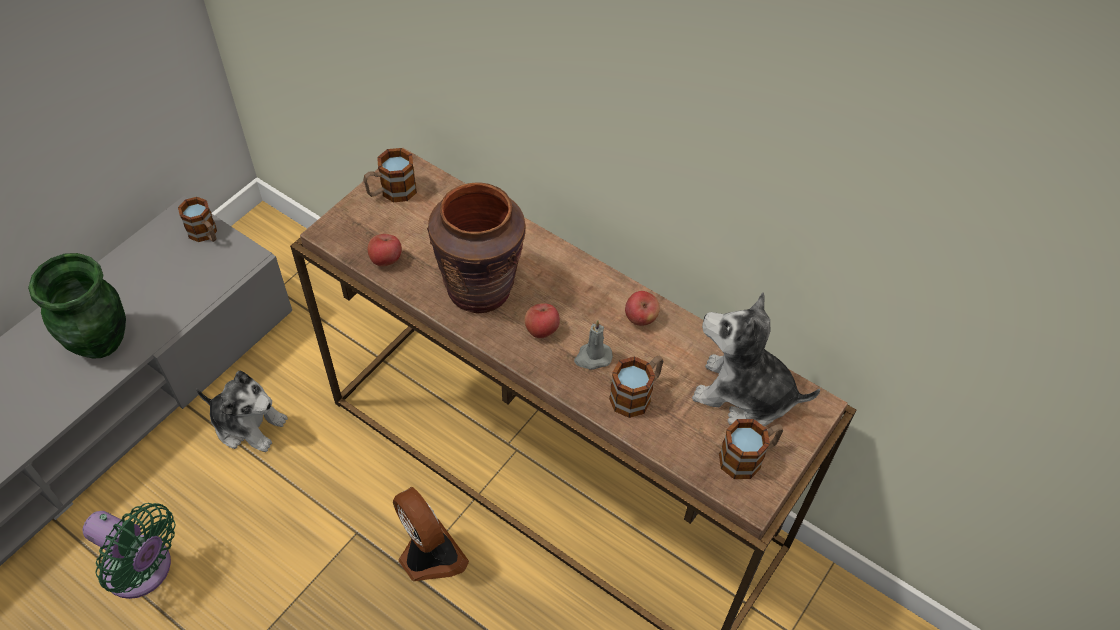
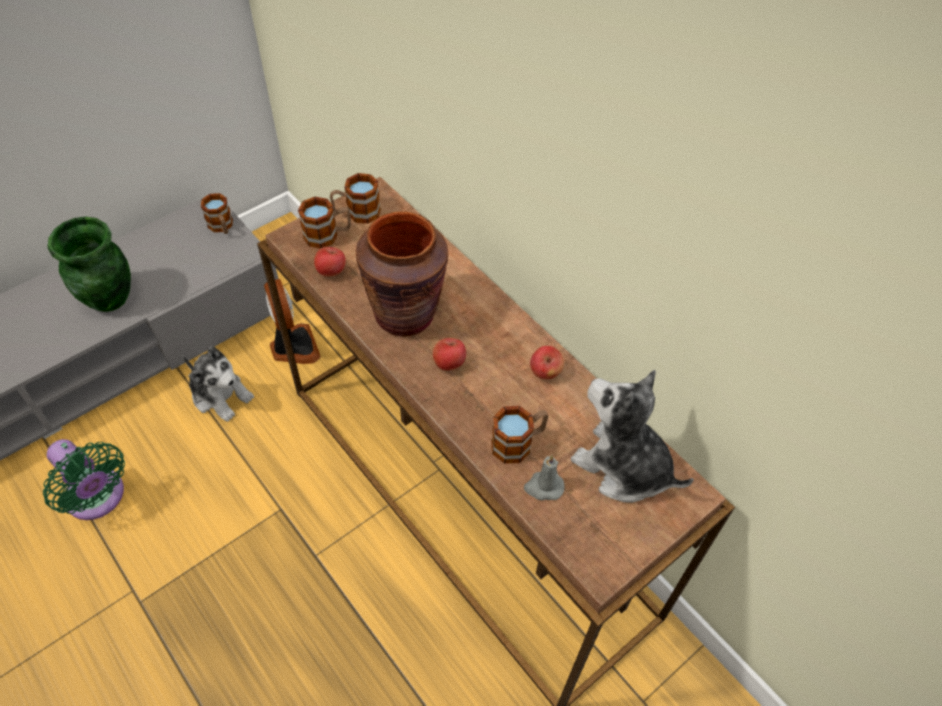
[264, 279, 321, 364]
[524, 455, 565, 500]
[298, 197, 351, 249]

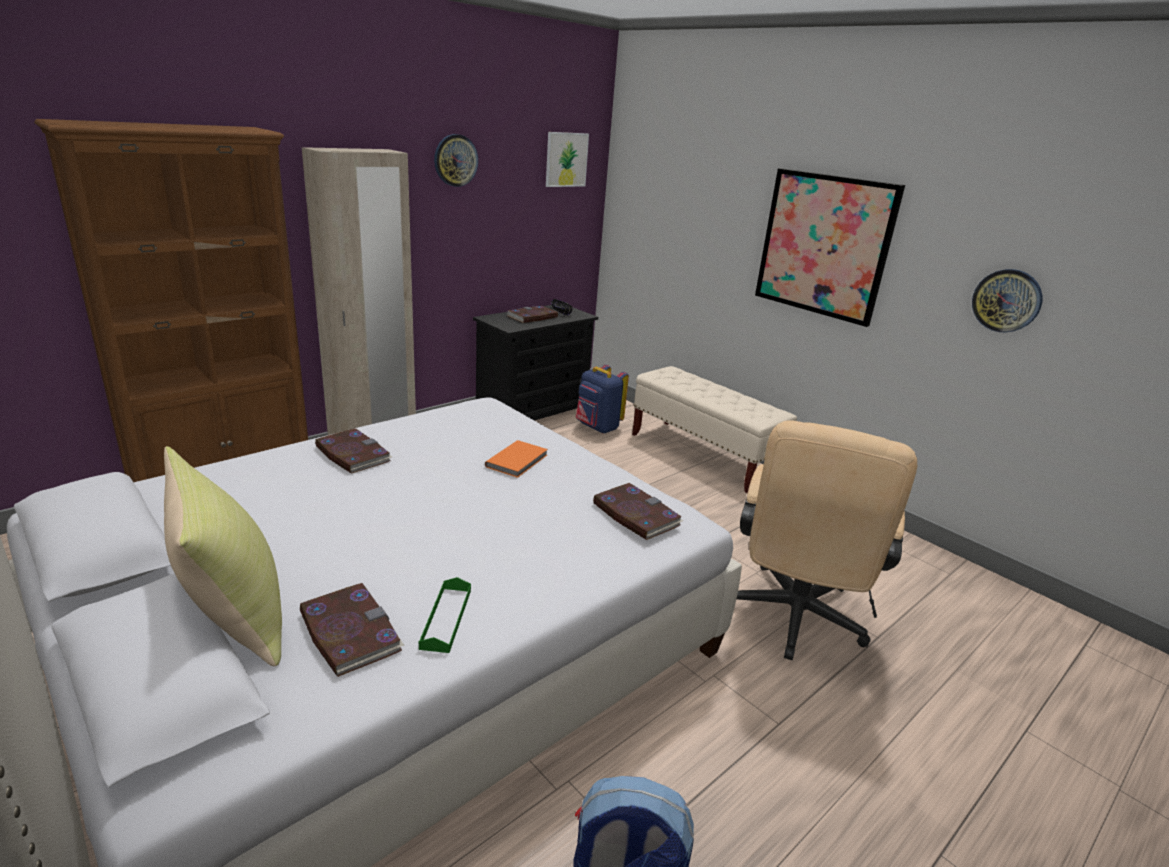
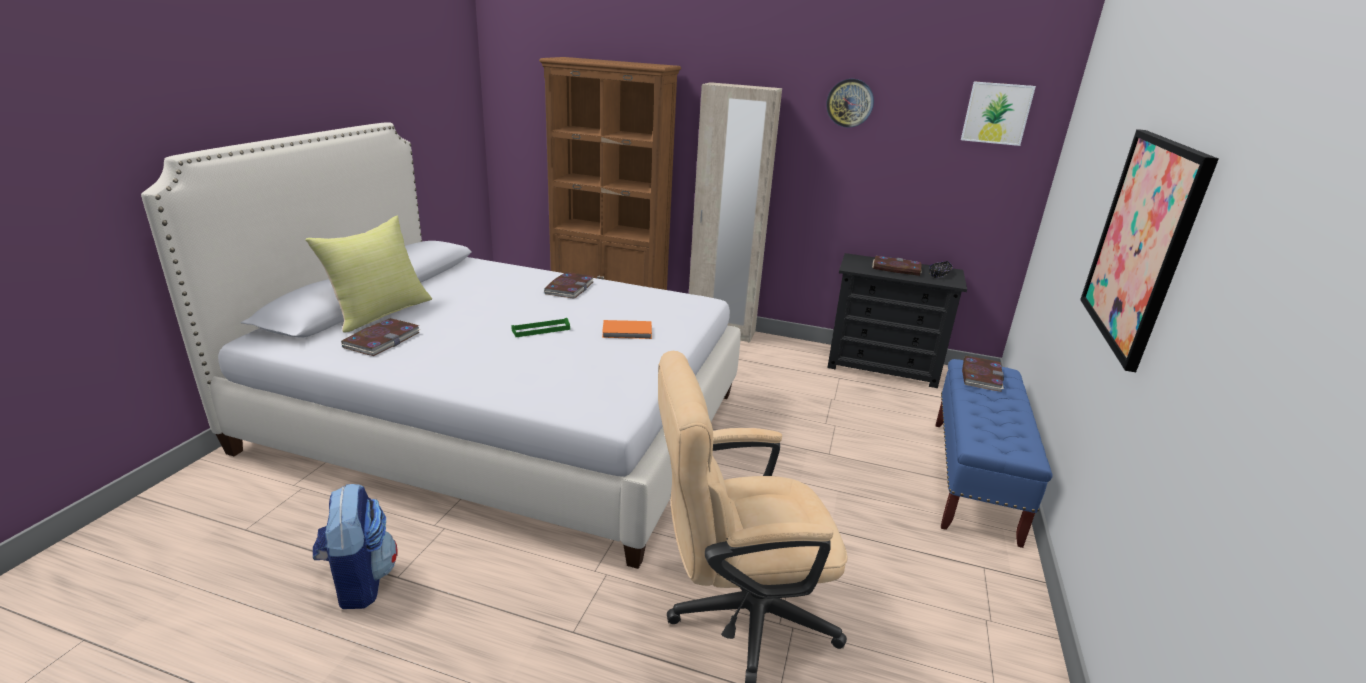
[576, 365, 629, 433] (first image)
[972, 269, 1042, 332] (first image)
[511, 318, 570, 337]
[962, 356, 1004, 392]
[936, 359, 1053, 548]

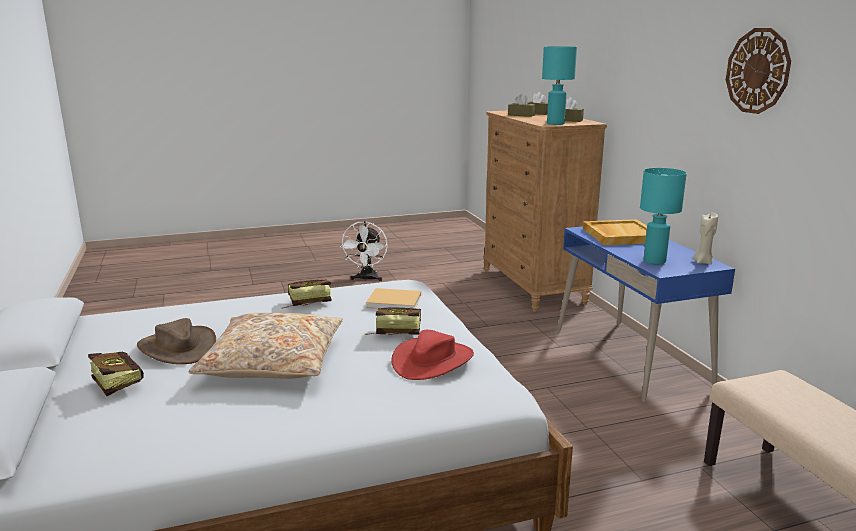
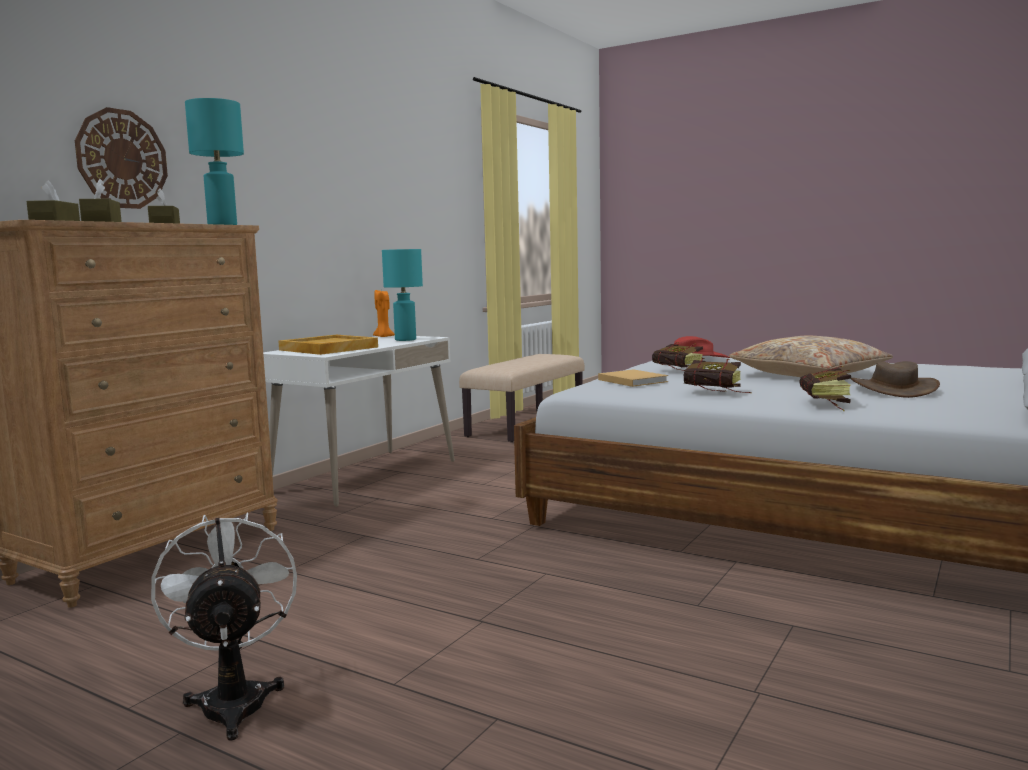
[799, 366, 851, 411]
[75, 107, 168, 209]
[263, 335, 455, 507]
[373, 289, 395, 337]
[151, 512, 297, 741]

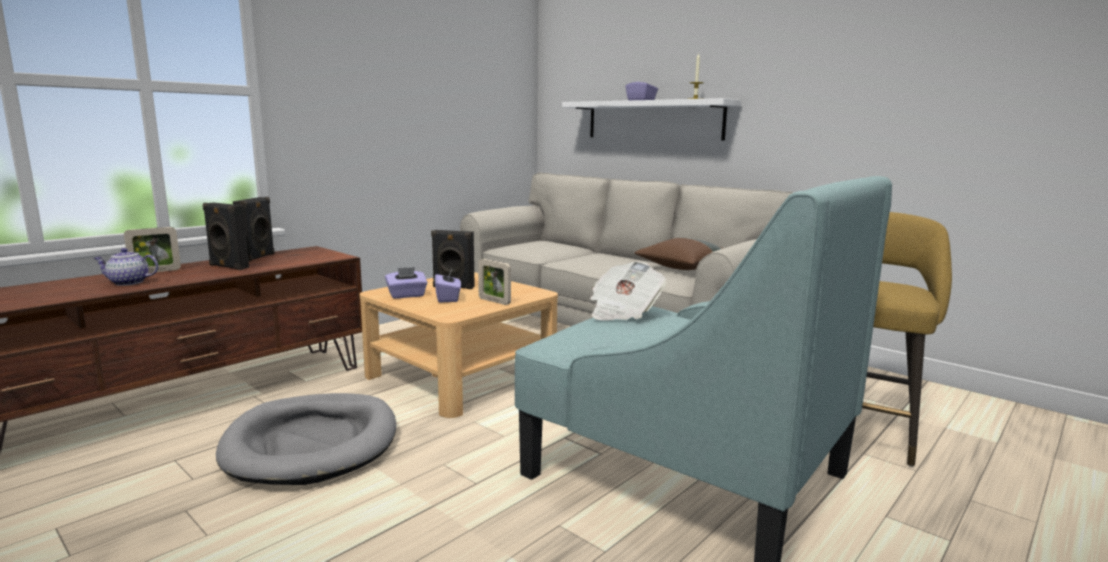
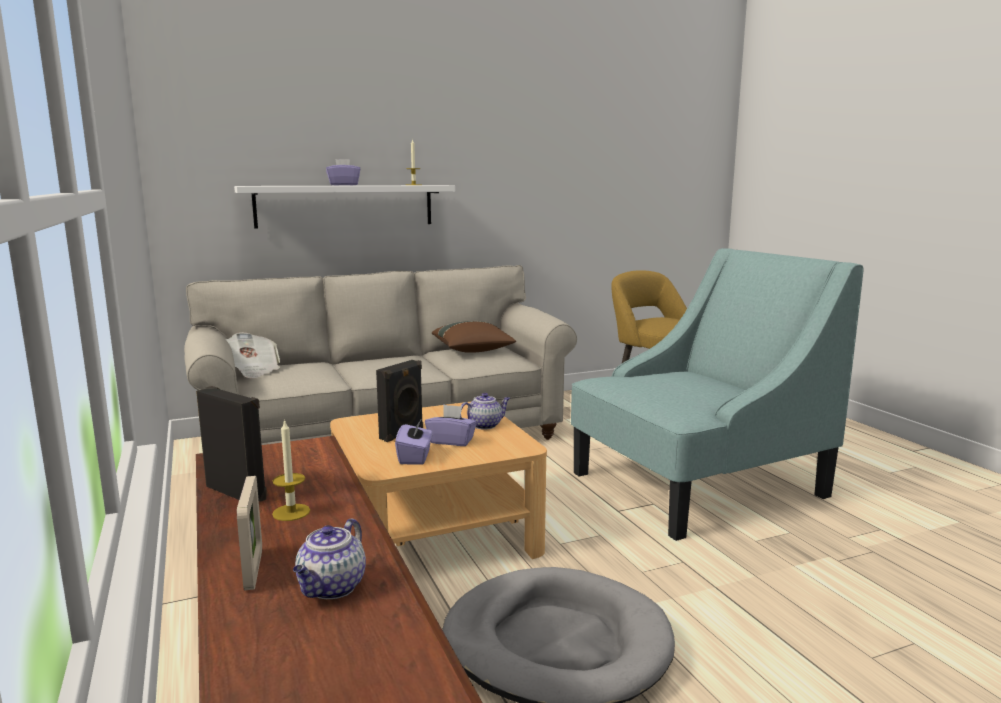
[226, 332, 280, 378]
[272, 419, 310, 521]
[460, 393, 510, 430]

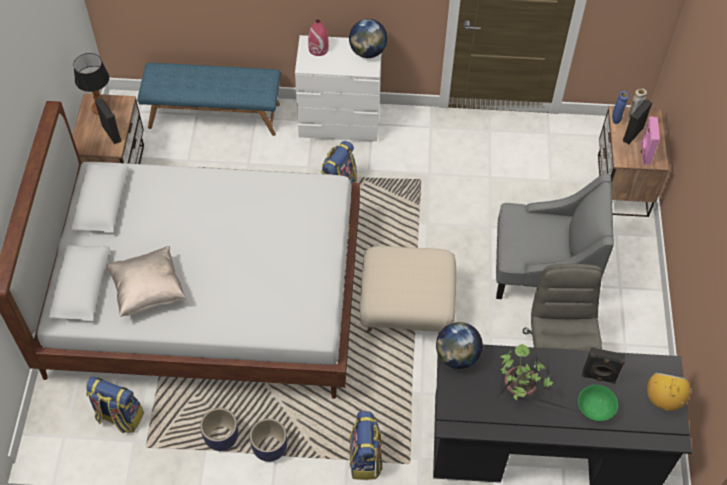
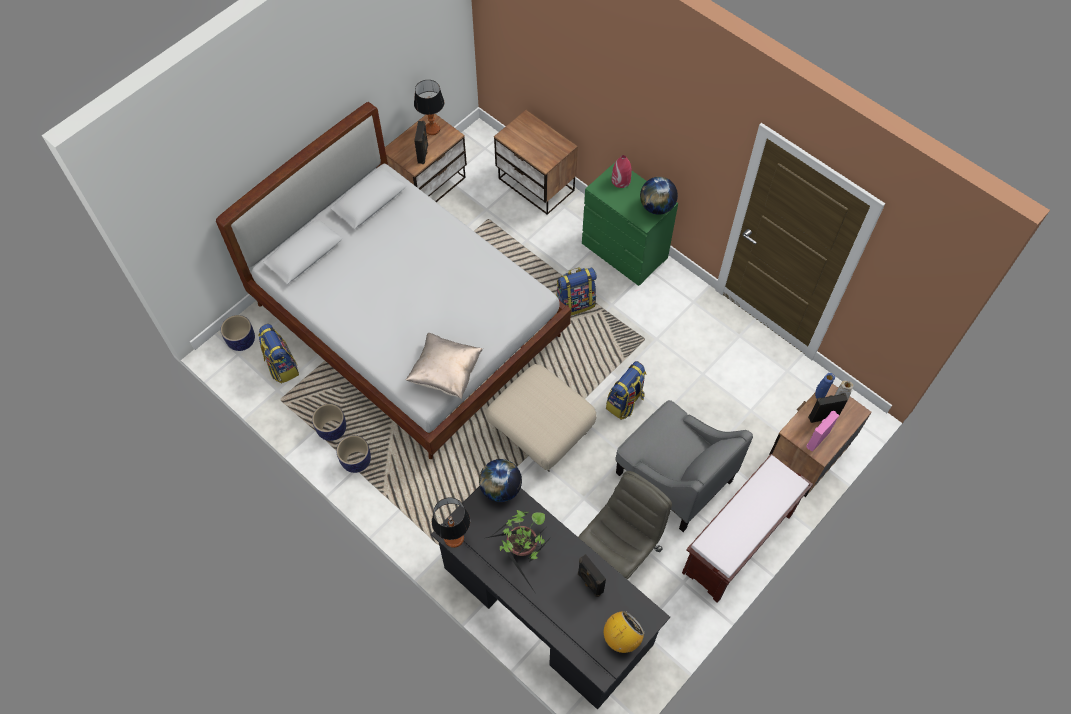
[578, 385, 618, 421] (first image)
[221, 315, 255, 351]
[432, 497, 470, 548]
[682, 454, 813, 603]
[406, 333, 483, 400]
[606, 361, 646, 420]
[494, 110, 578, 215]
[582, 163, 678, 286]

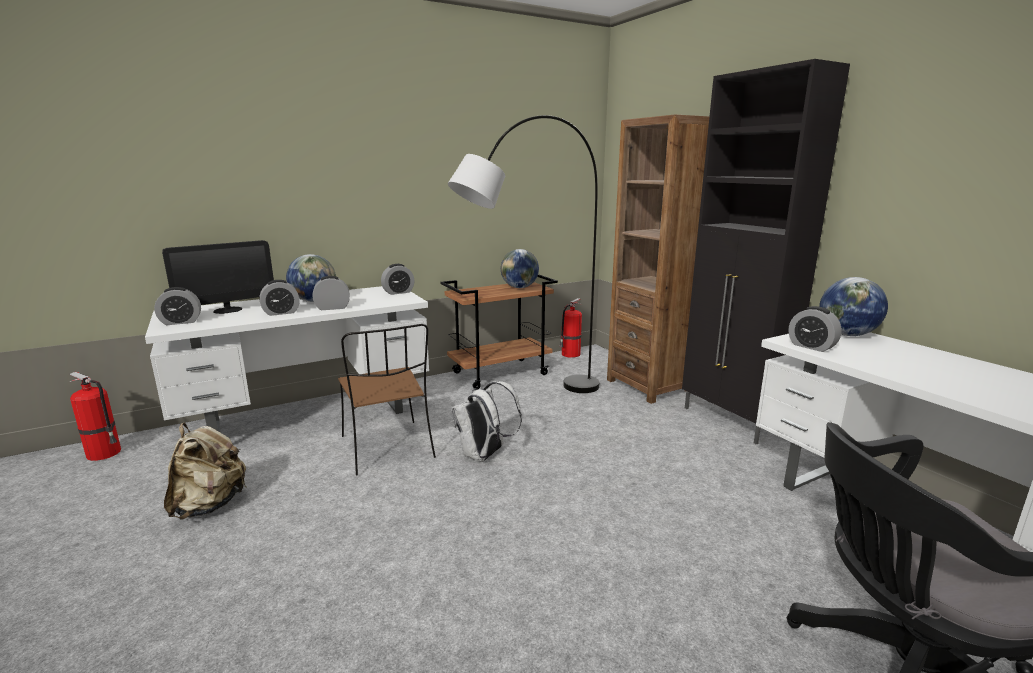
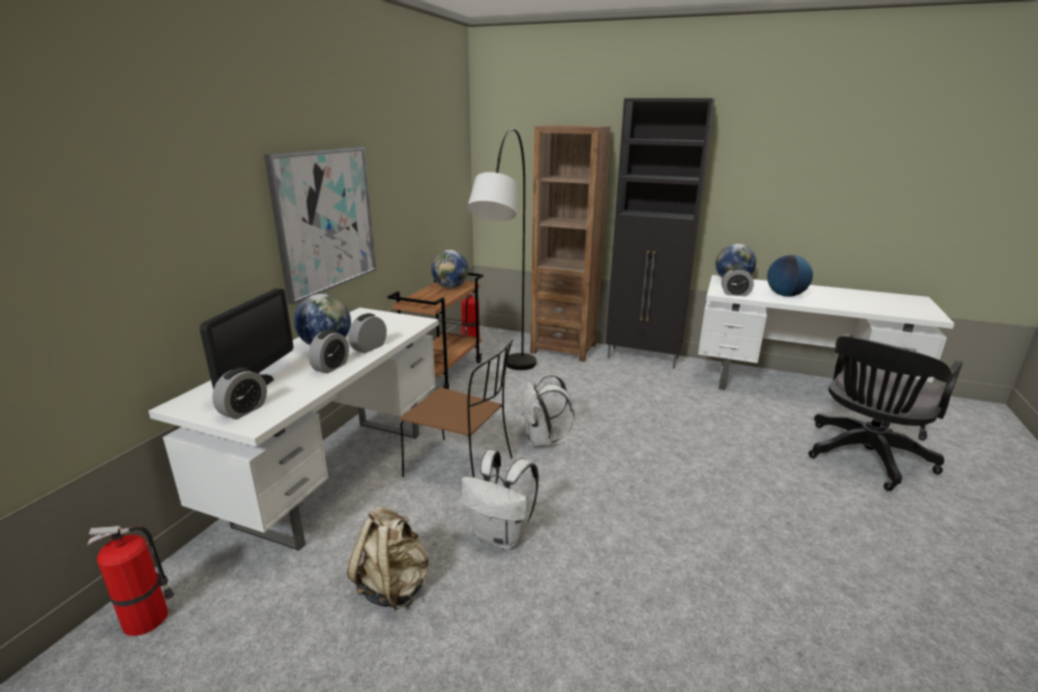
[381, 264, 415, 295] (first image)
[264, 147, 376, 305]
[461, 450, 539, 550]
[767, 255, 813, 297]

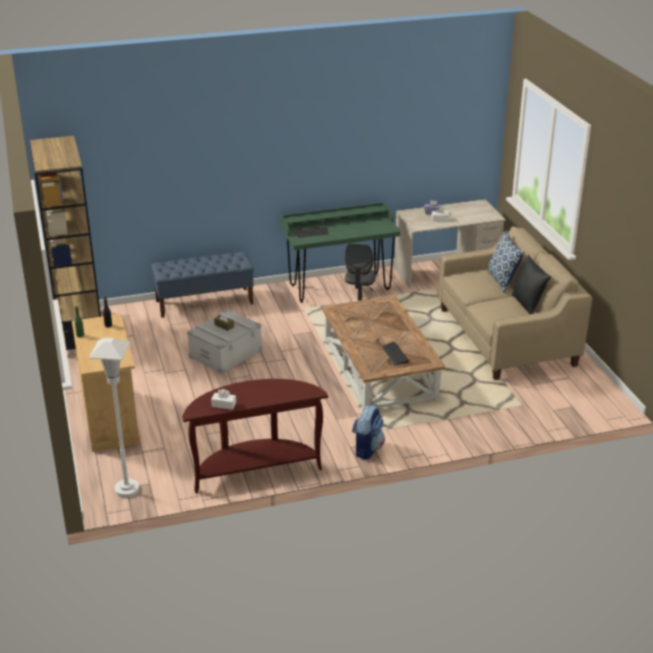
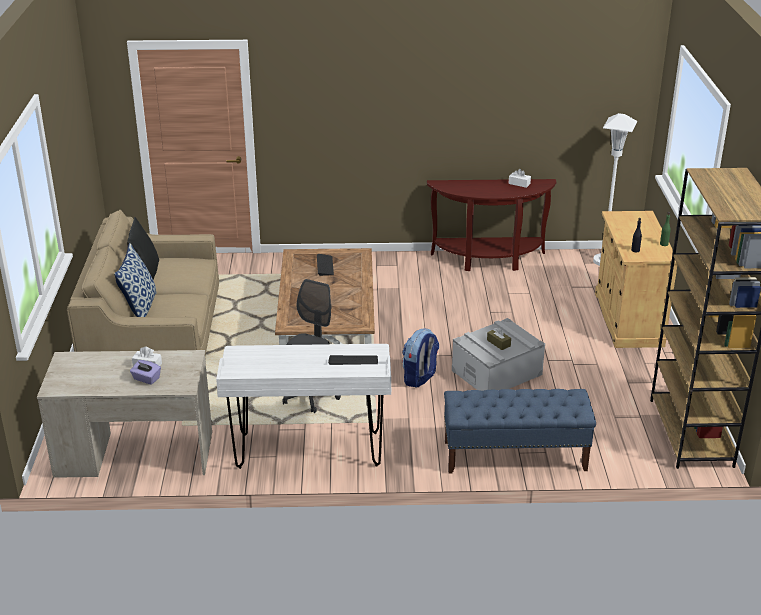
[402, 328, 439, 387]
[216, 344, 391, 469]

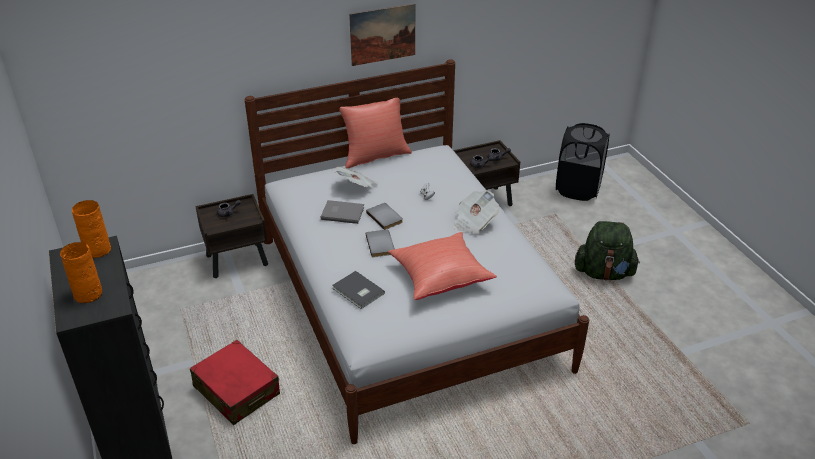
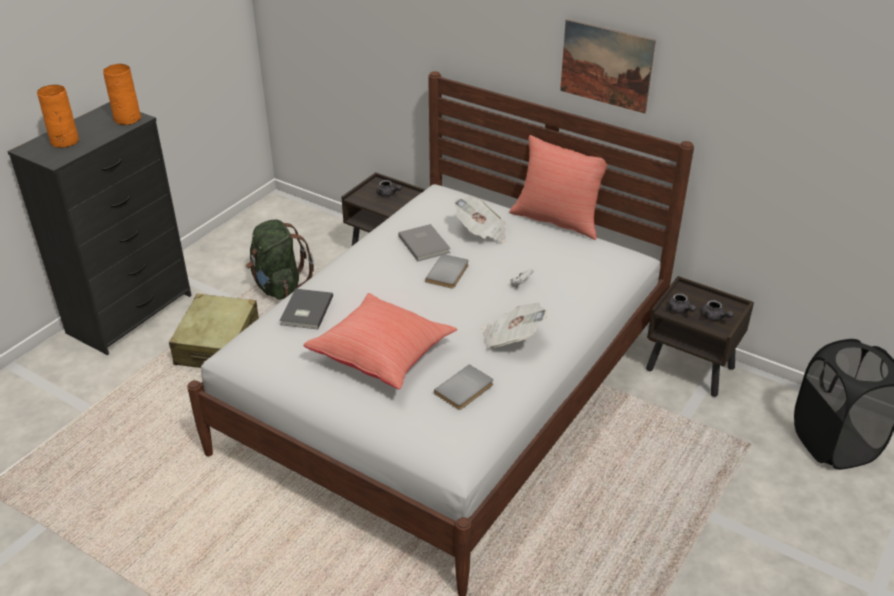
[434, 365, 493, 410]
[246, 220, 314, 300]
[169, 294, 259, 368]

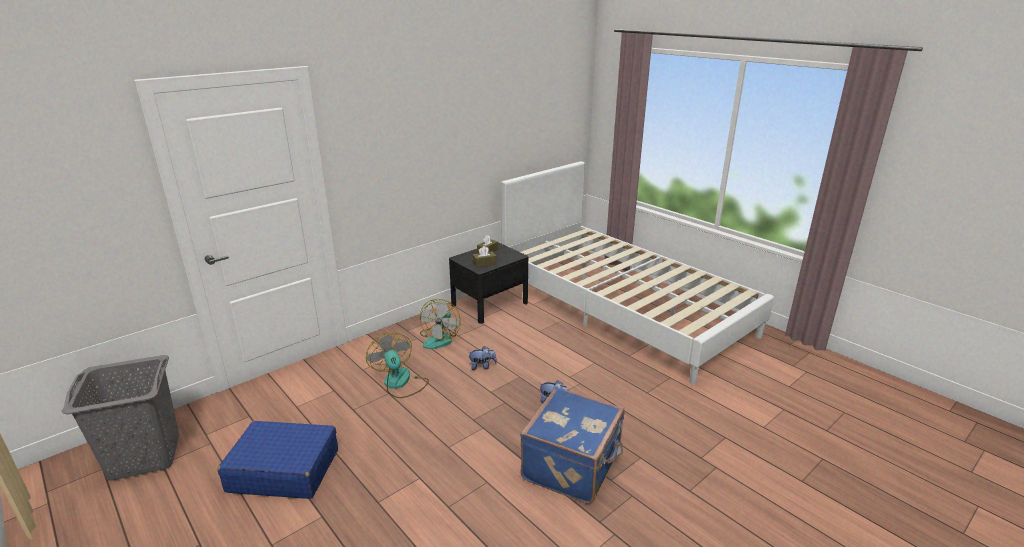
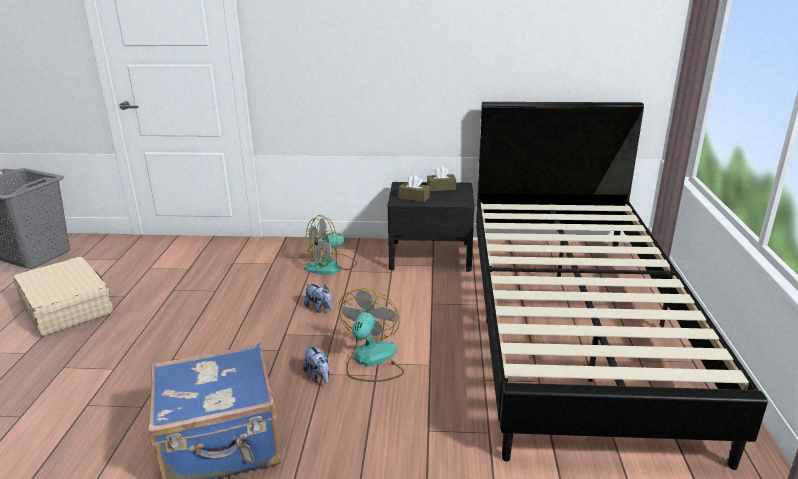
[339, 288, 404, 382]
[13, 256, 113, 336]
[476, 102, 768, 470]

